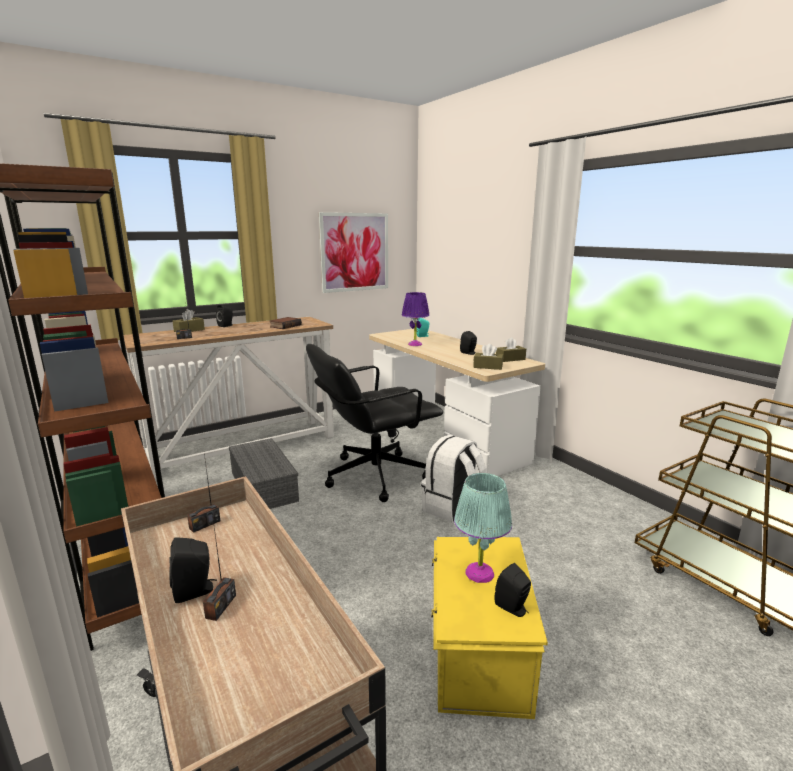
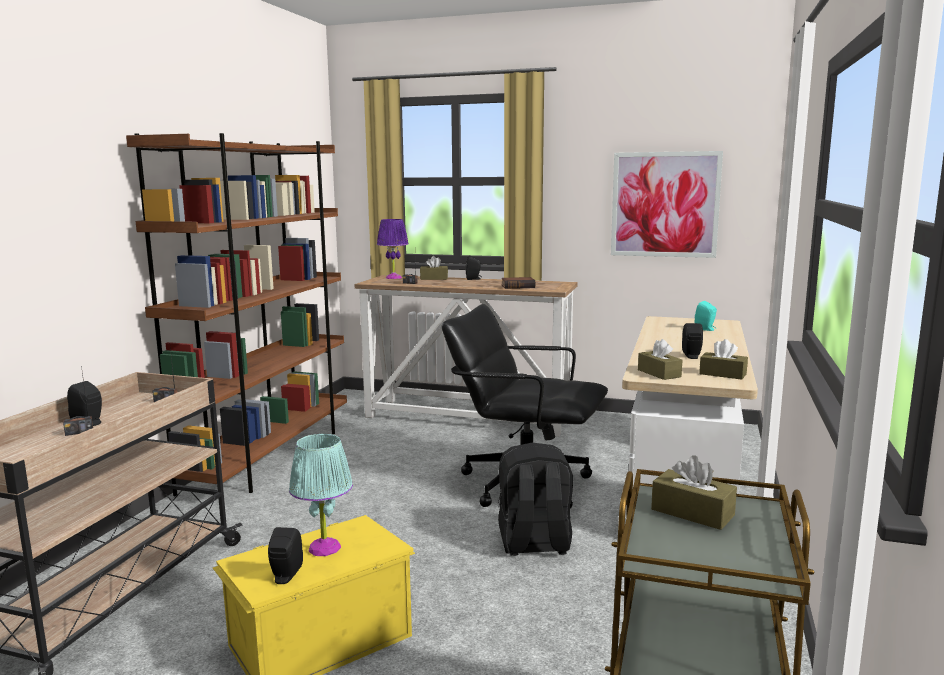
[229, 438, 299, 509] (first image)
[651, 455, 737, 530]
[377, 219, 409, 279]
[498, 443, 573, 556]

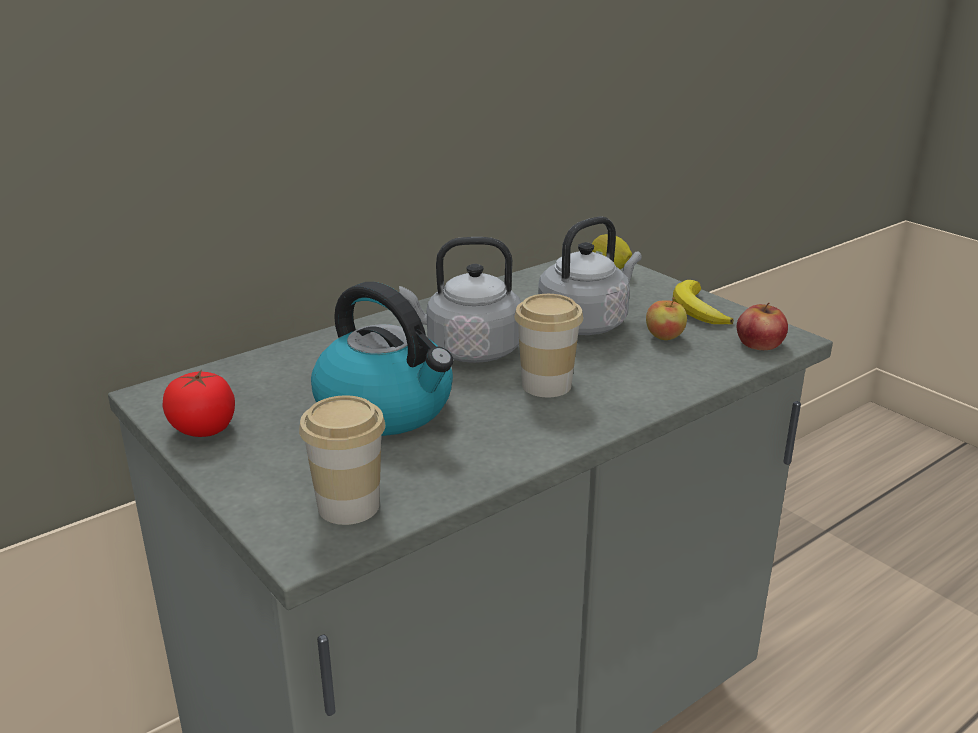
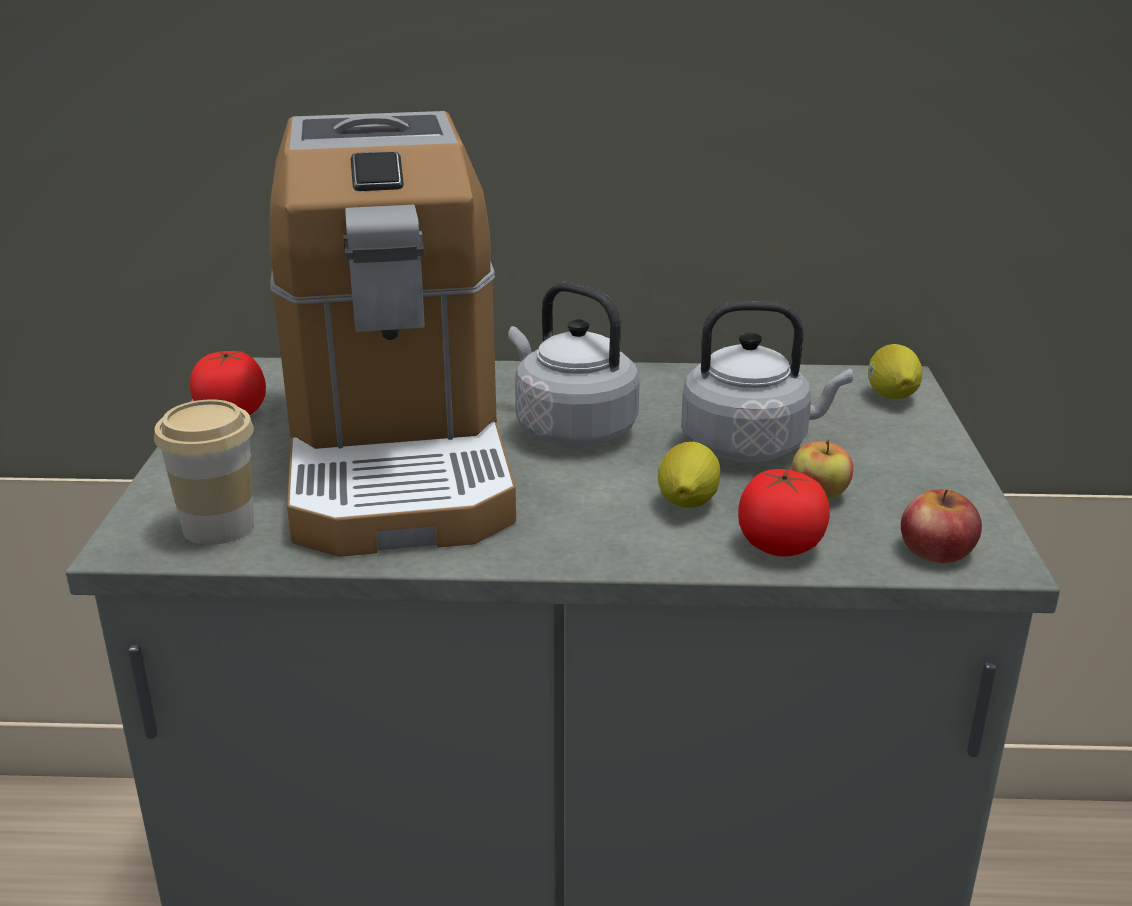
[514, 294, 583, 397] (first image)
[673, 280, 734, 324] (first image)
[658, 442, 720, 508]
[738, 467, 830, 556]
[270, 111, 516, 557]

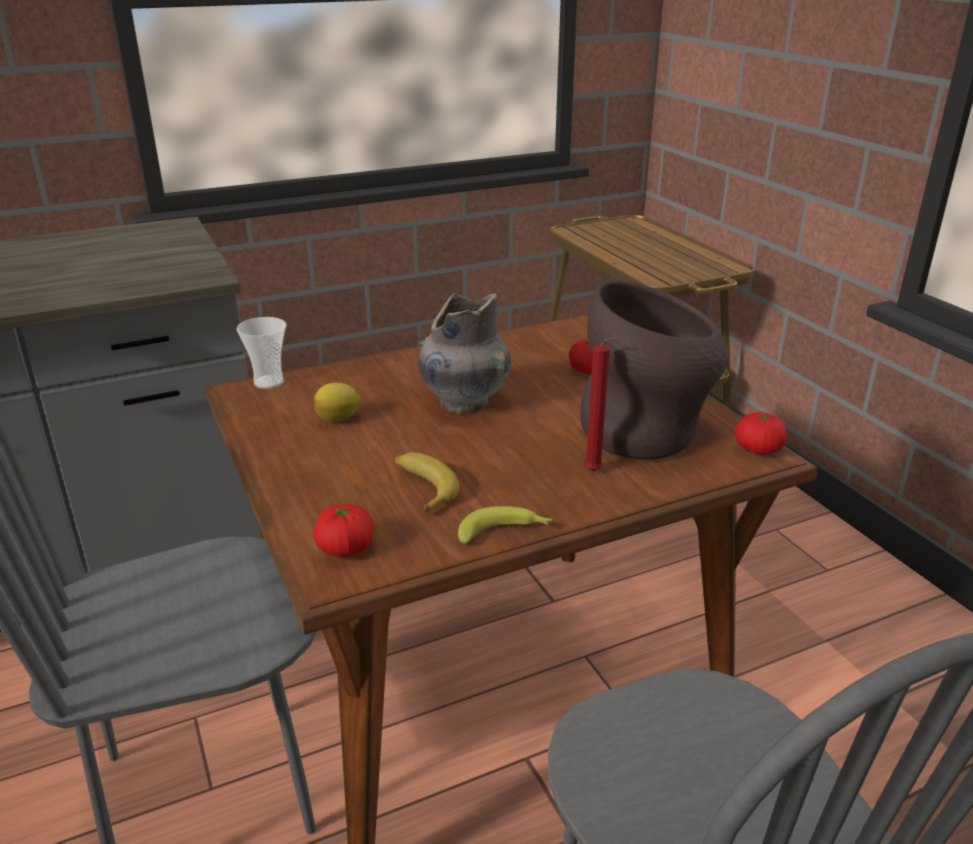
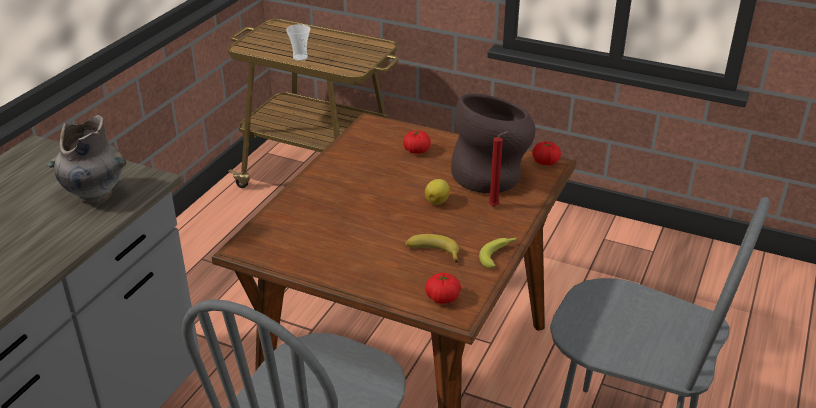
[286, 24, 310, 61]
[425, 179, 450, 205]
[47, 115, 126, 204]

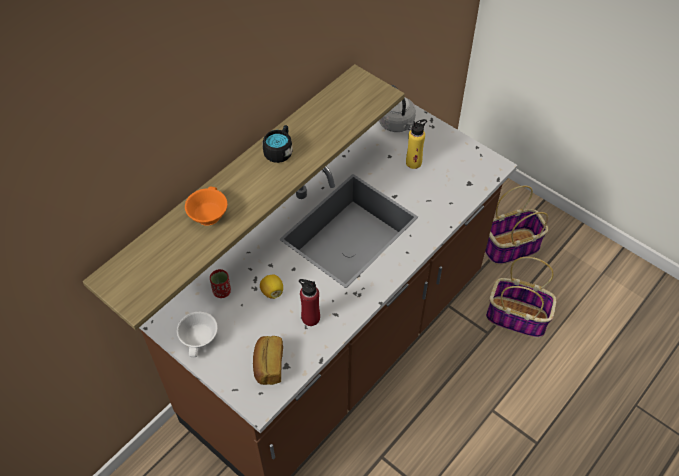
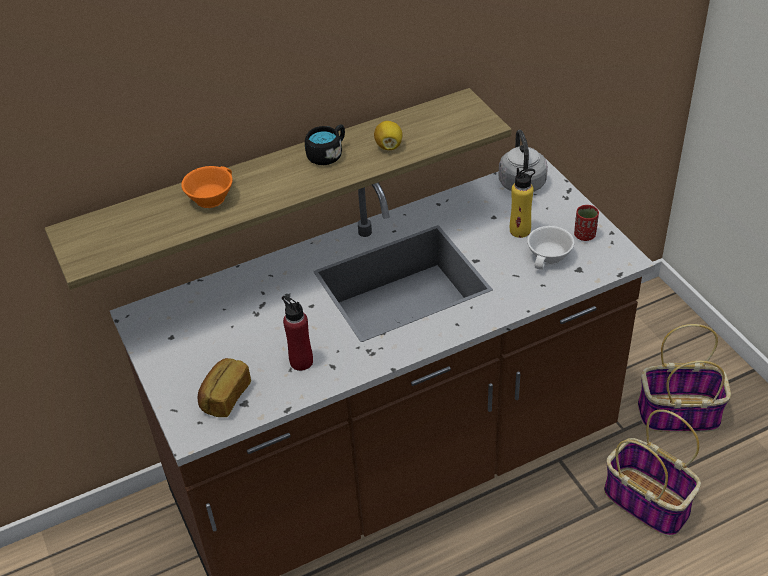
[527, 226, 574, 270]
[574, 205, 599, 241]
[374, 121, 402, 150]

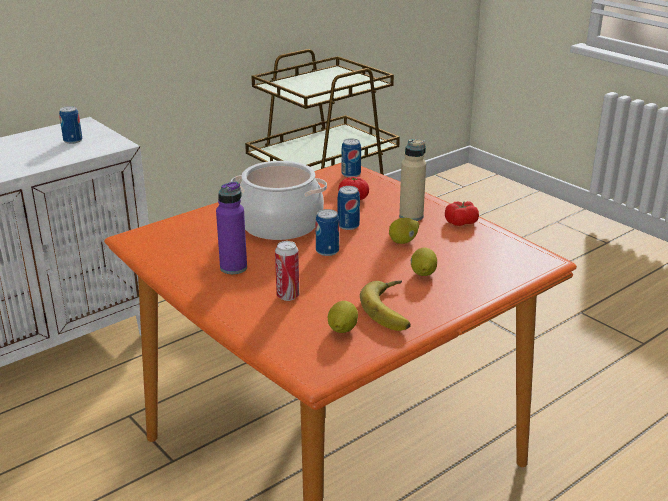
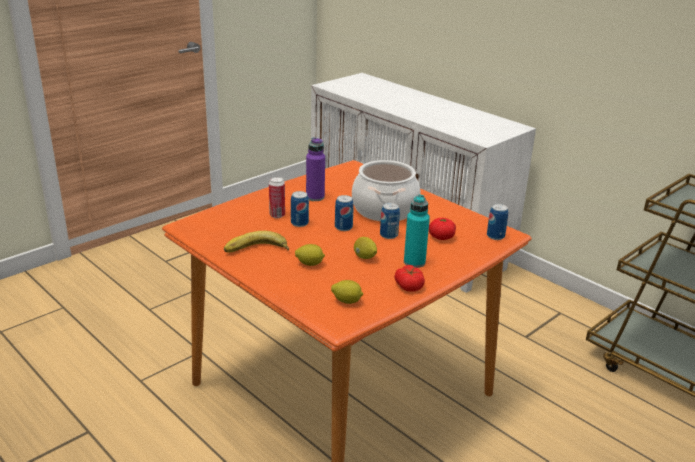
[291, 191, 309, 227]
[331, 280, 363, 304]
[404, 195, 430, 268]

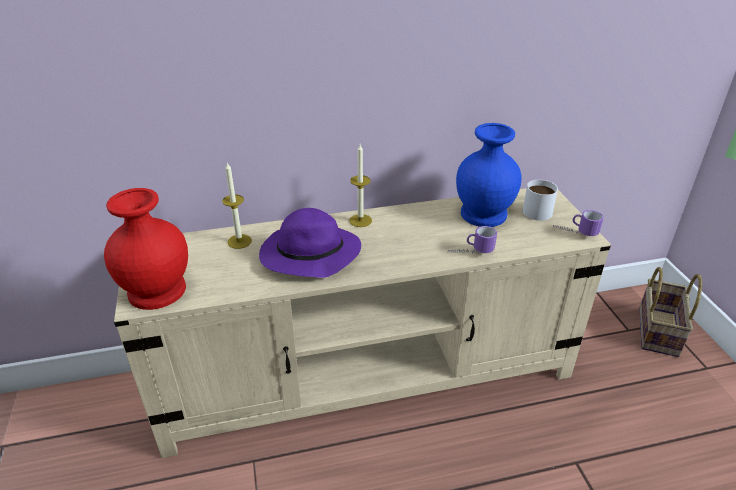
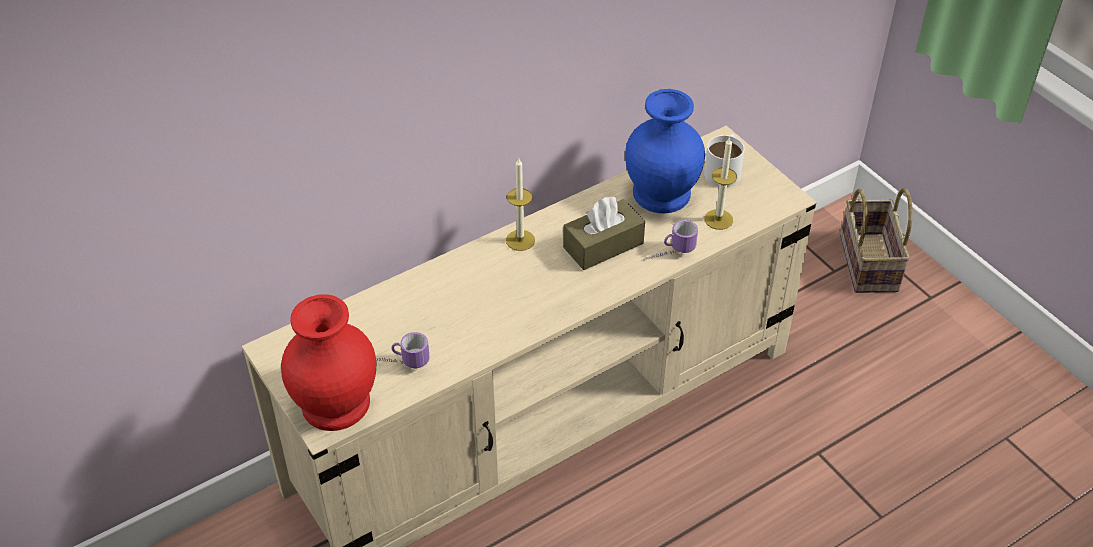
[259, 208, 361, 278] (first image)
[563, 197, 645, 270]
[704, 137, 737, 230]
[376, 332, 429, 368]

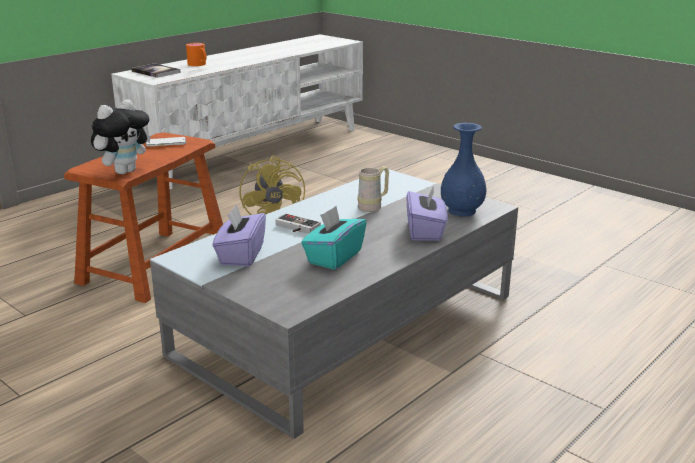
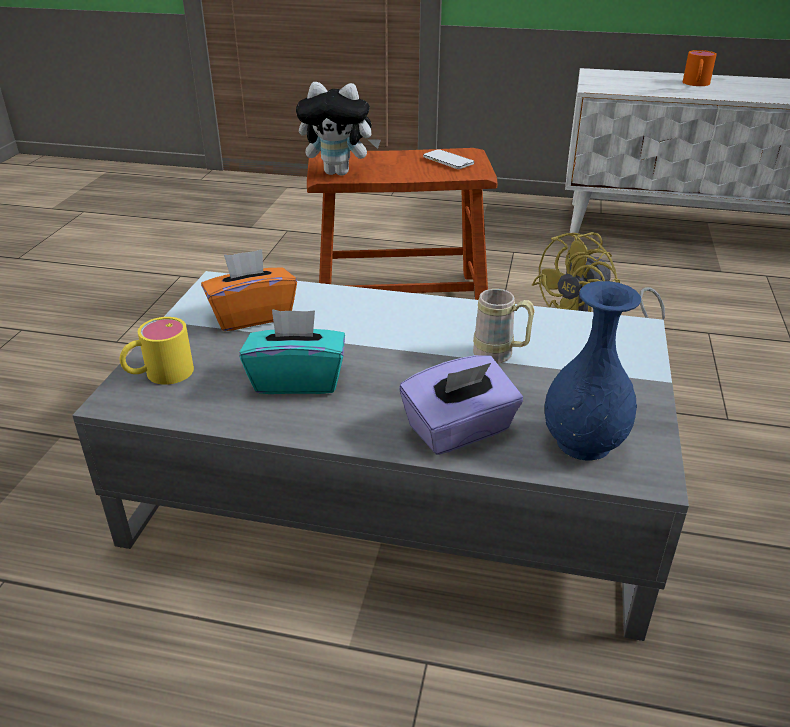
[131, 63, 181, 78] (first image)
[275, 213, 321, 234] (first image)
[119, 317, 194, 385]
[201, 249, 297, 331]

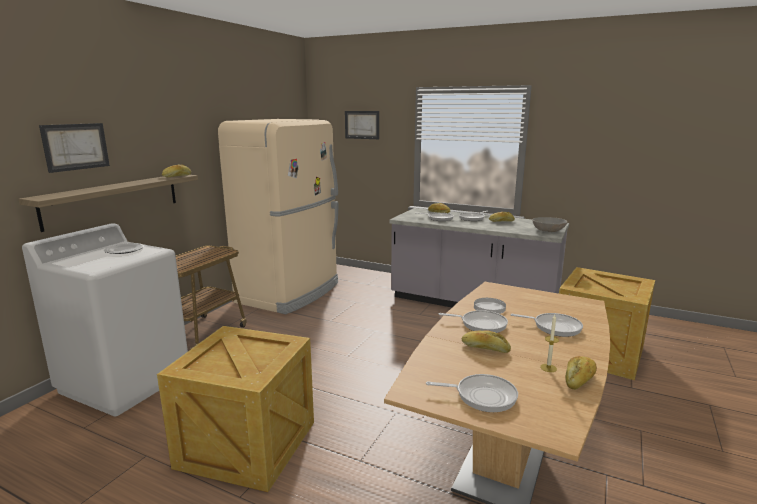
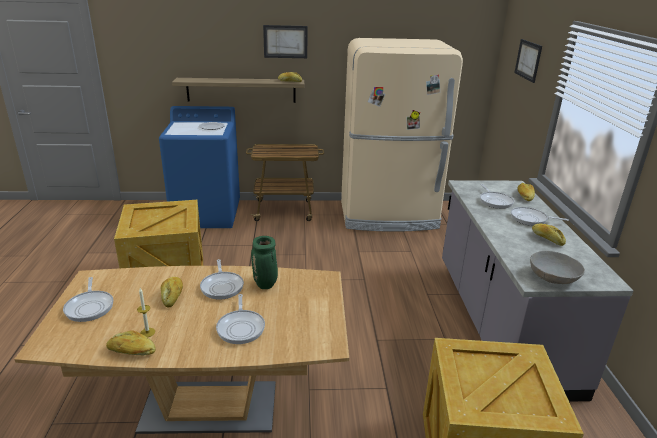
[263, 25, 308, 58]
[251, 236, 278, 289]
[159, 106, 240, 228]

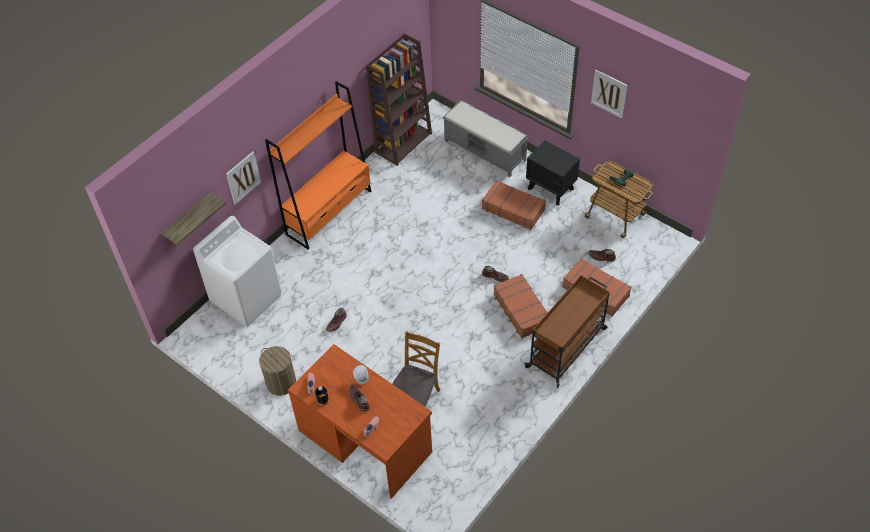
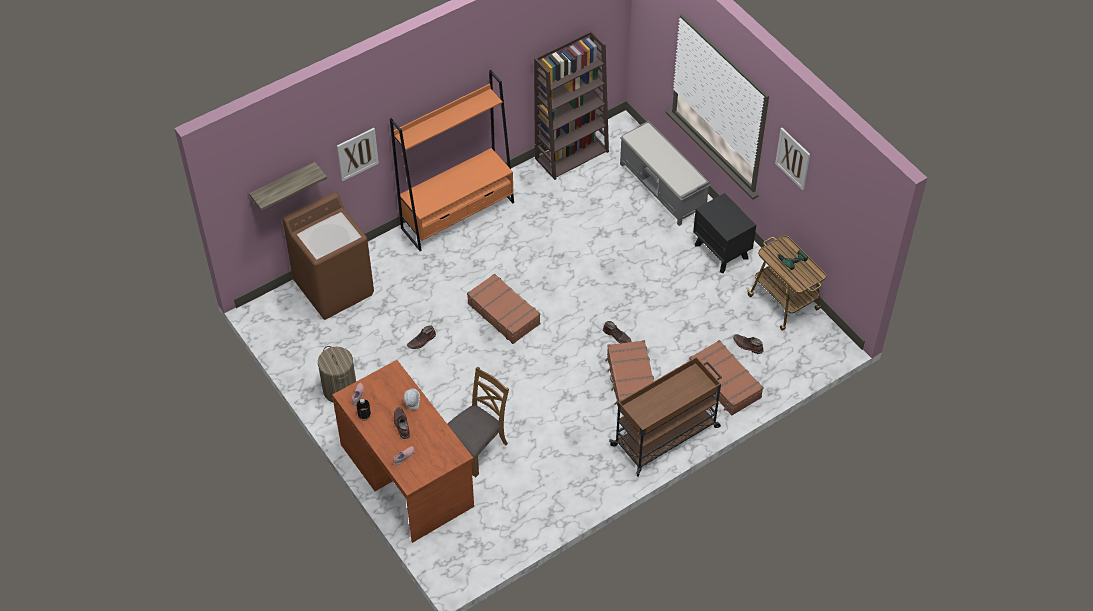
[467, 274, 541, 344]
[282, 192, 374, 320]

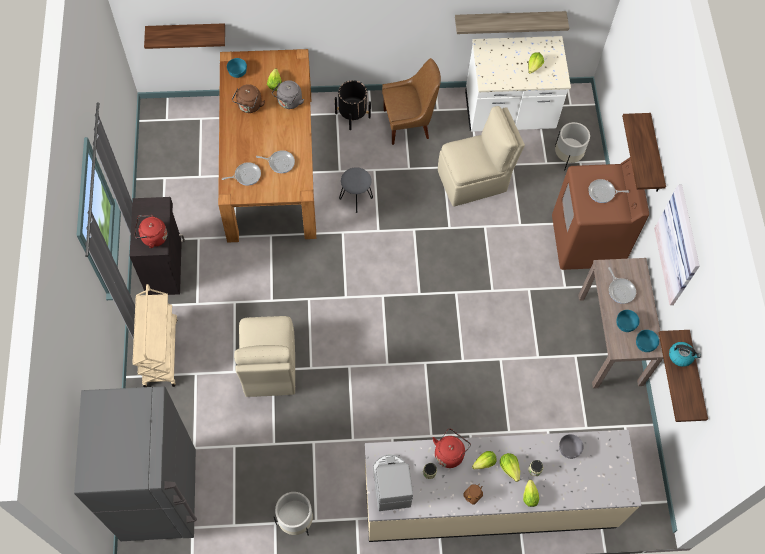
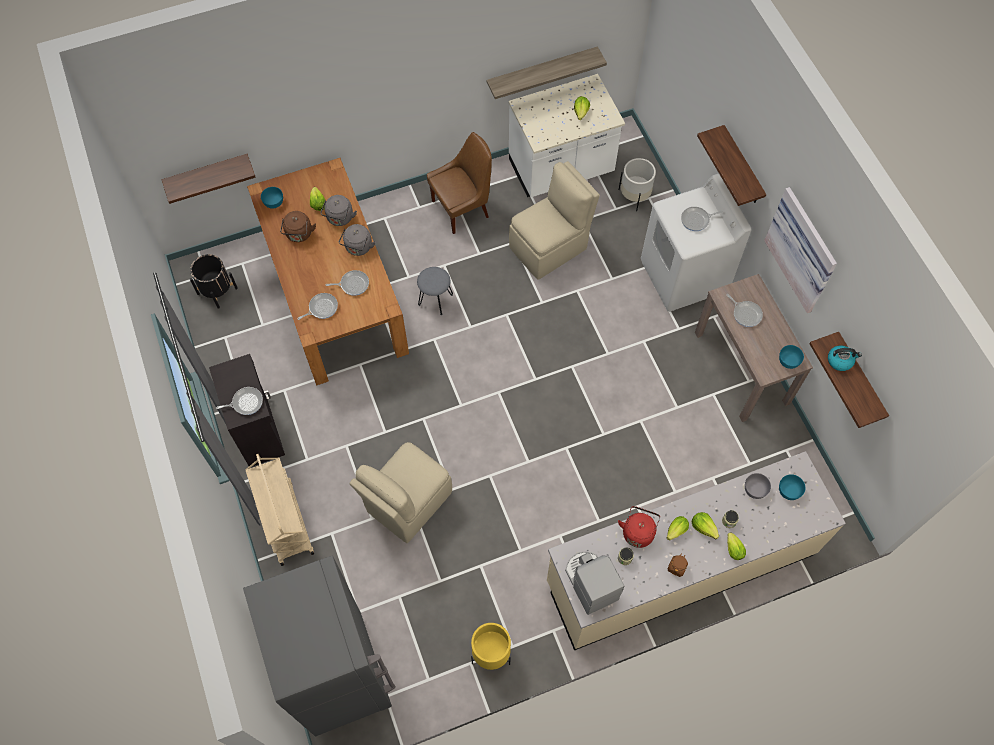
[339, 224, 375, 256]
[190, 254, 238, 309]
[779, 474, 806, 500]
[216, 387, 263, 415]
[471, 623, 511, 670]
[641, 174, 751, 312]
[350, 442, 452, 543]

